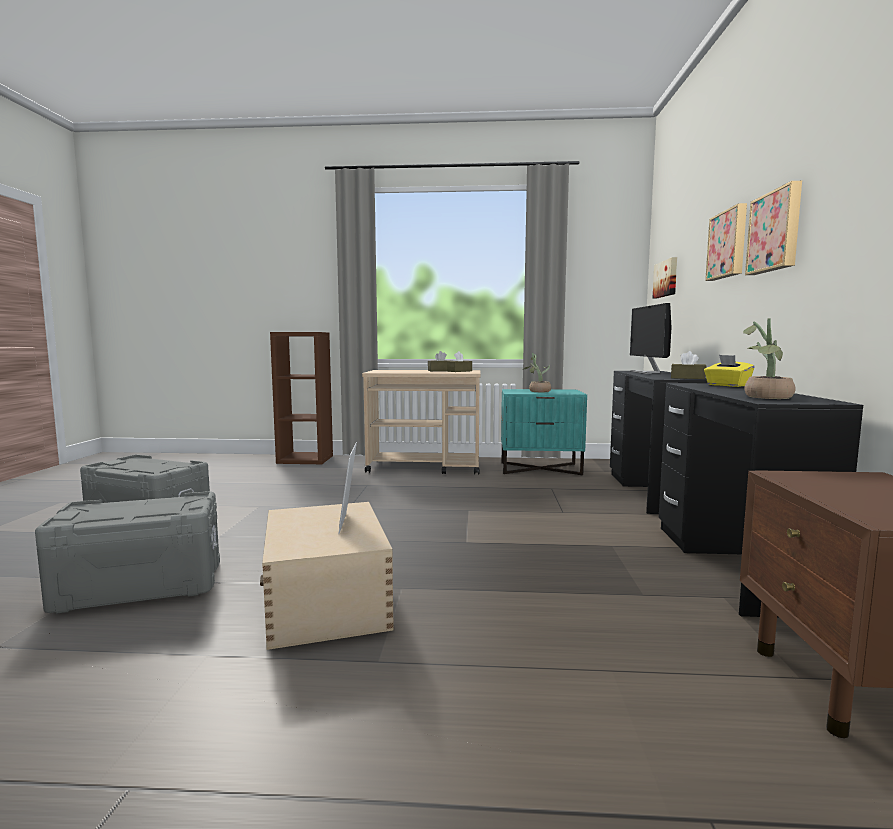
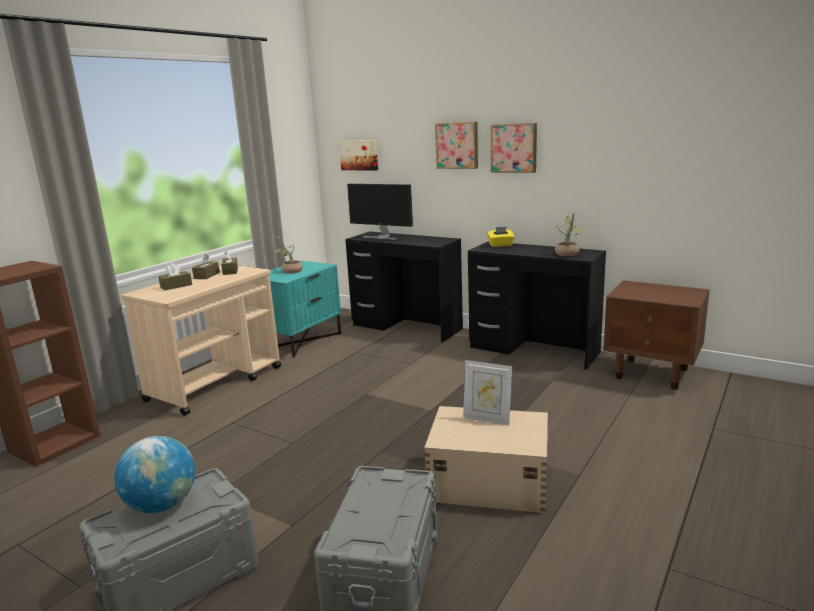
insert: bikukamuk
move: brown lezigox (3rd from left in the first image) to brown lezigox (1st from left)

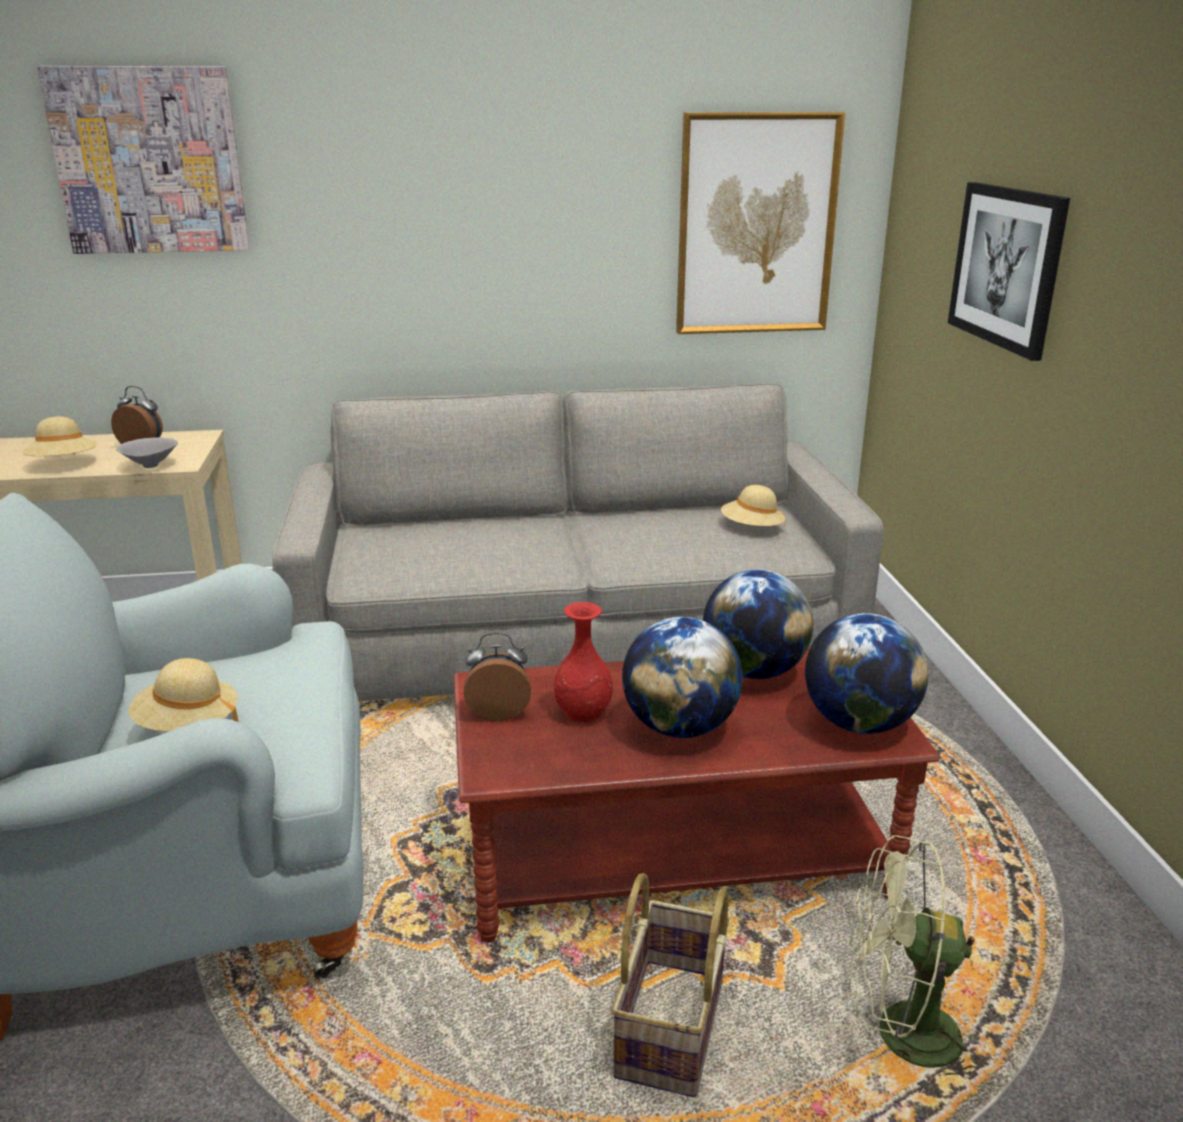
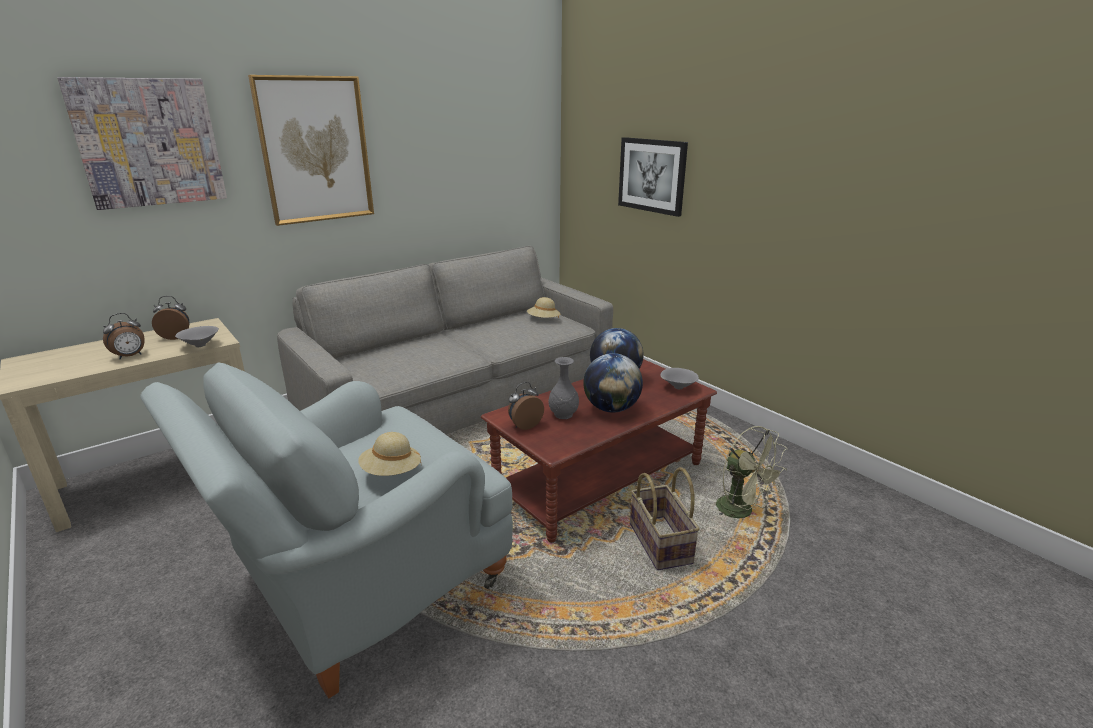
move: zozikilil (2nd from left)
replace: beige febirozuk (1st from left) to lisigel (1st from left); bikukamuk (3rd from left) to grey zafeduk (2nd from left)
recolor: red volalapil to grey volalapil
rotate: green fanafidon 105 degrees counterclockwise

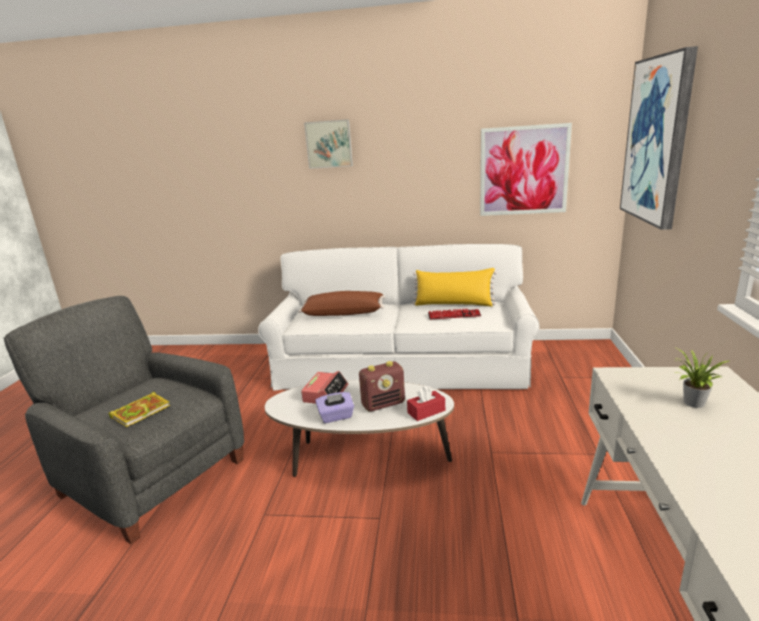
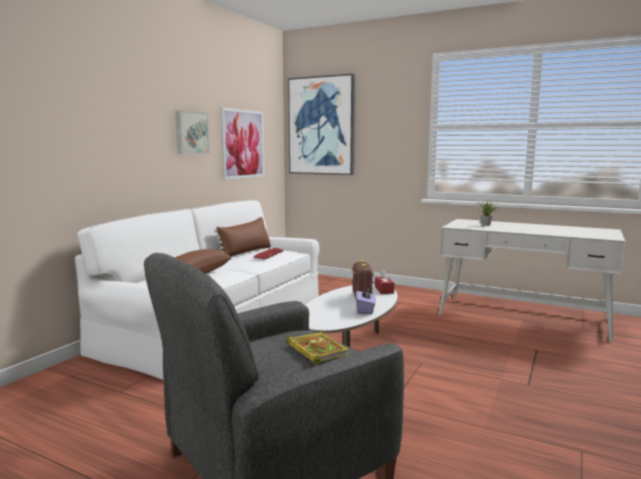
delete: lisigel
move: zozikilil (1st from left)
recolor: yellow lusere to brown lusere (2nd from left)

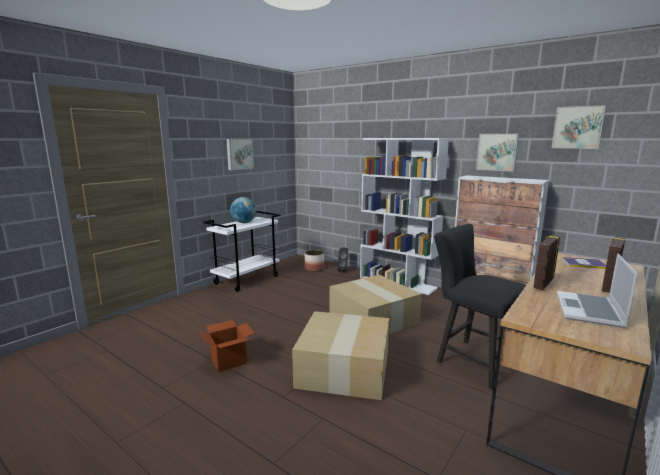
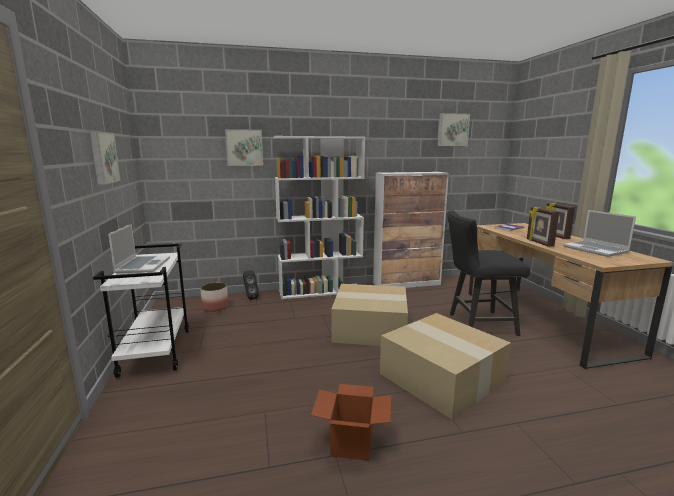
move: zozikilil (2nd from left)
replace: bikukamuk to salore (1st from left)

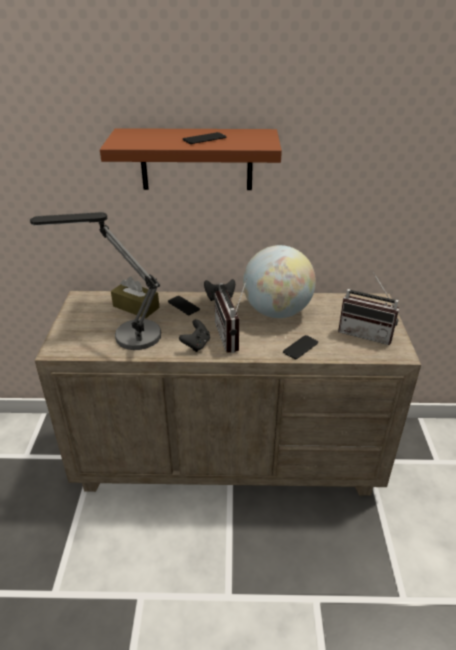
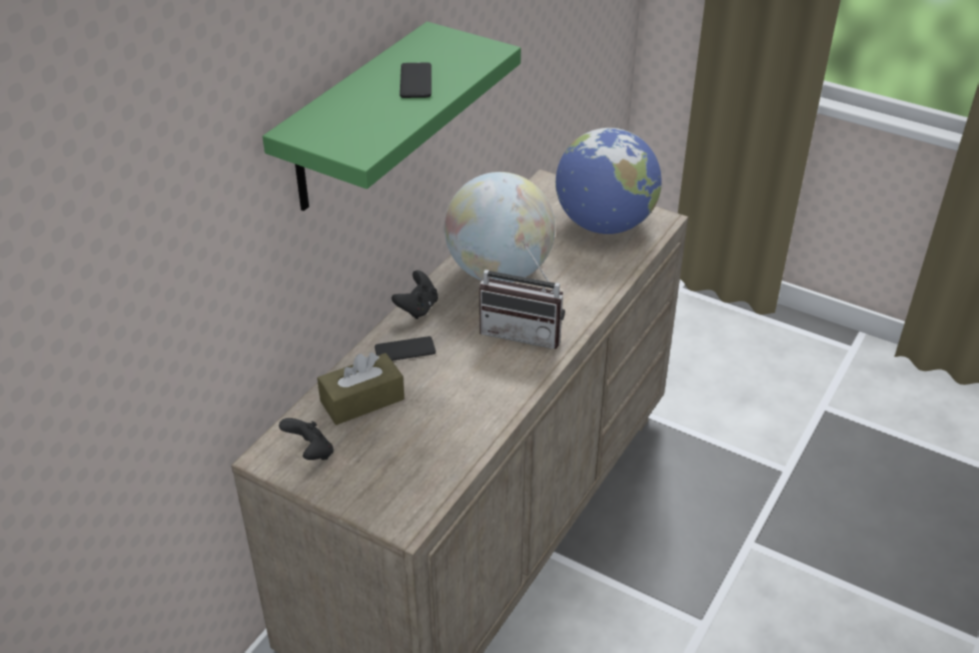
delete: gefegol; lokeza (3rd from left)
move: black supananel (1st from left)
replace: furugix (2nd from left) to bikukamuk (2nd from left)
recolor: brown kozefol to green kozefol

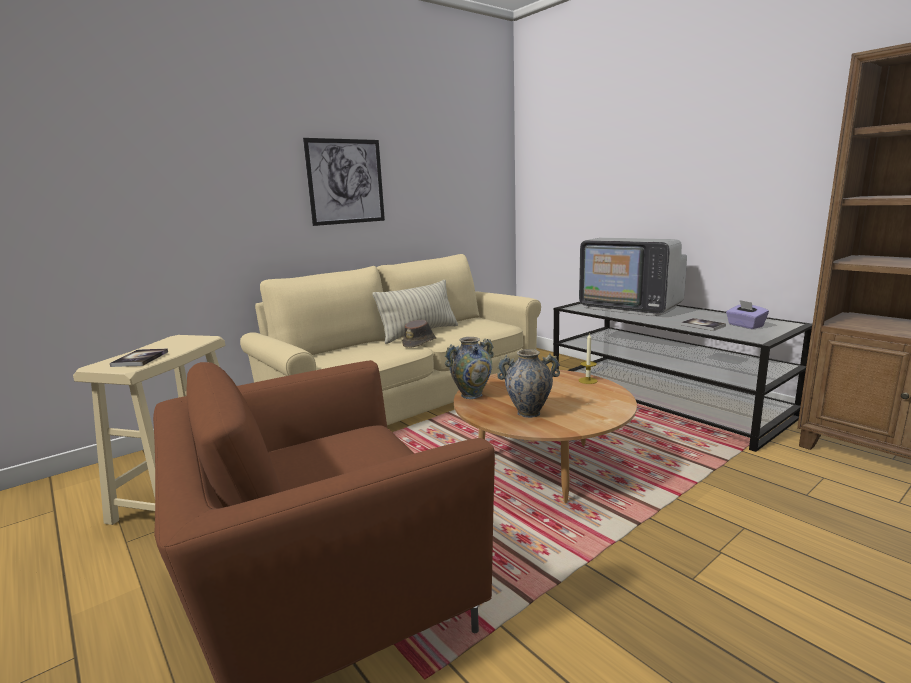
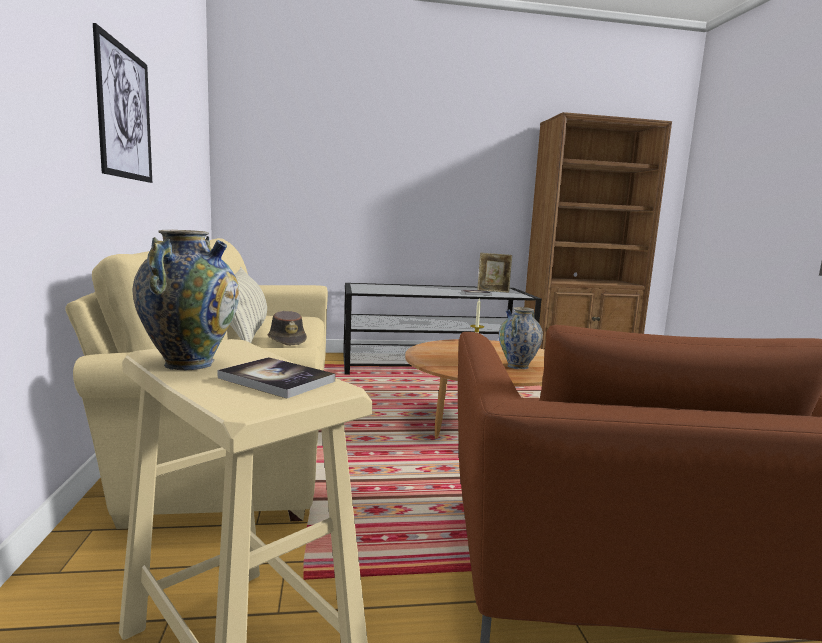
delete: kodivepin
move: volalapil (1st from left)
replace: purple lezigox to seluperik

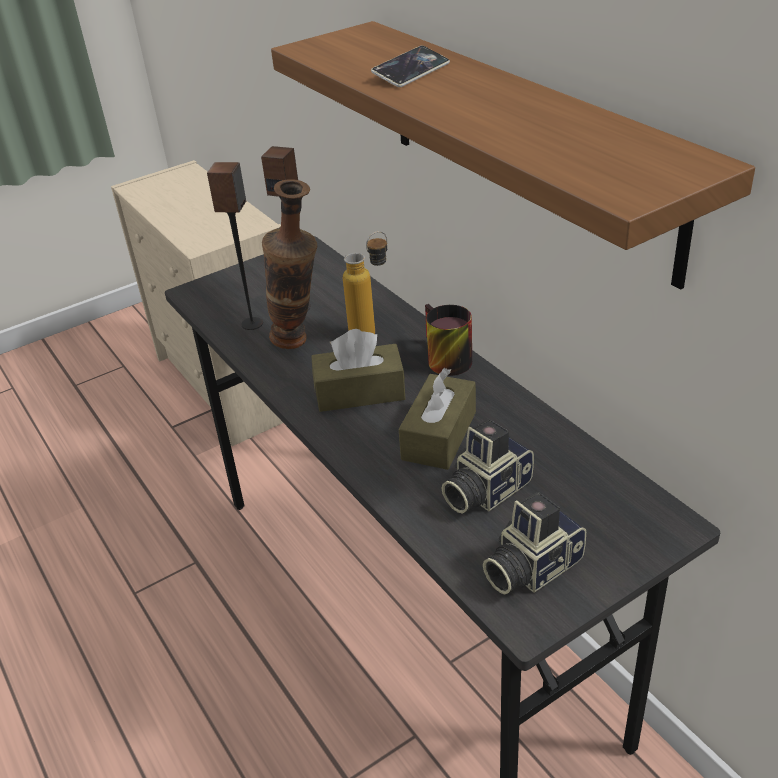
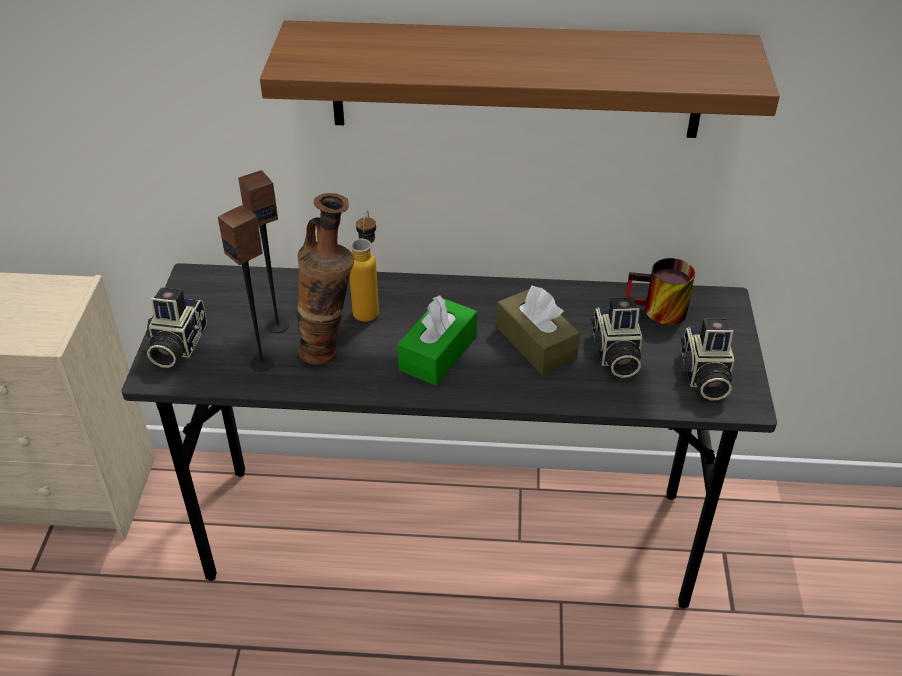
delete: lokeza
insert: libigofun (1st from left)
move: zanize
recolor: brown lezigox (1st from left) to green lezigox

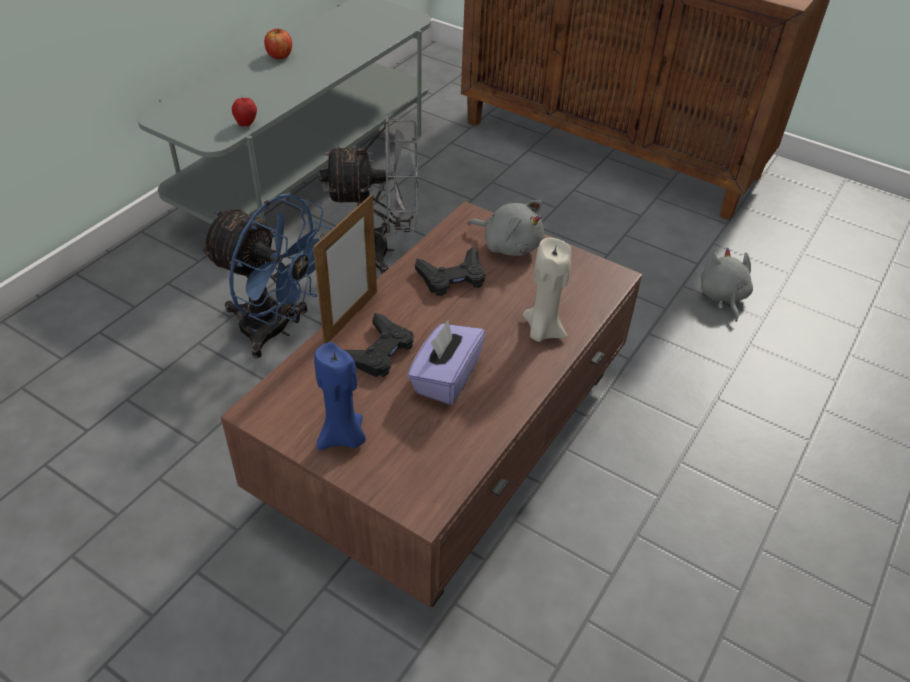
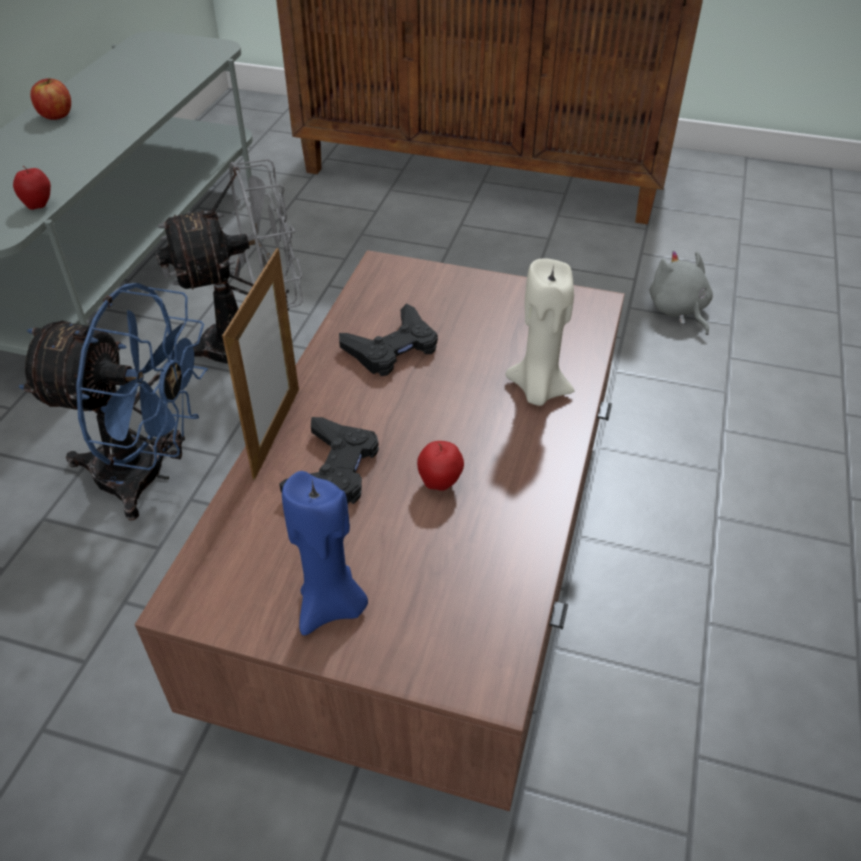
delete: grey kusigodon (1st from left)
replace: purple lezigox to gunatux (3rd from left)

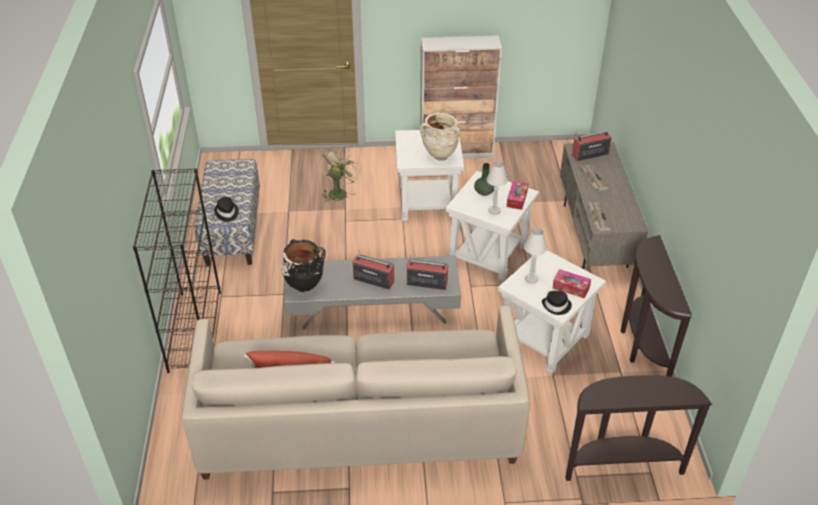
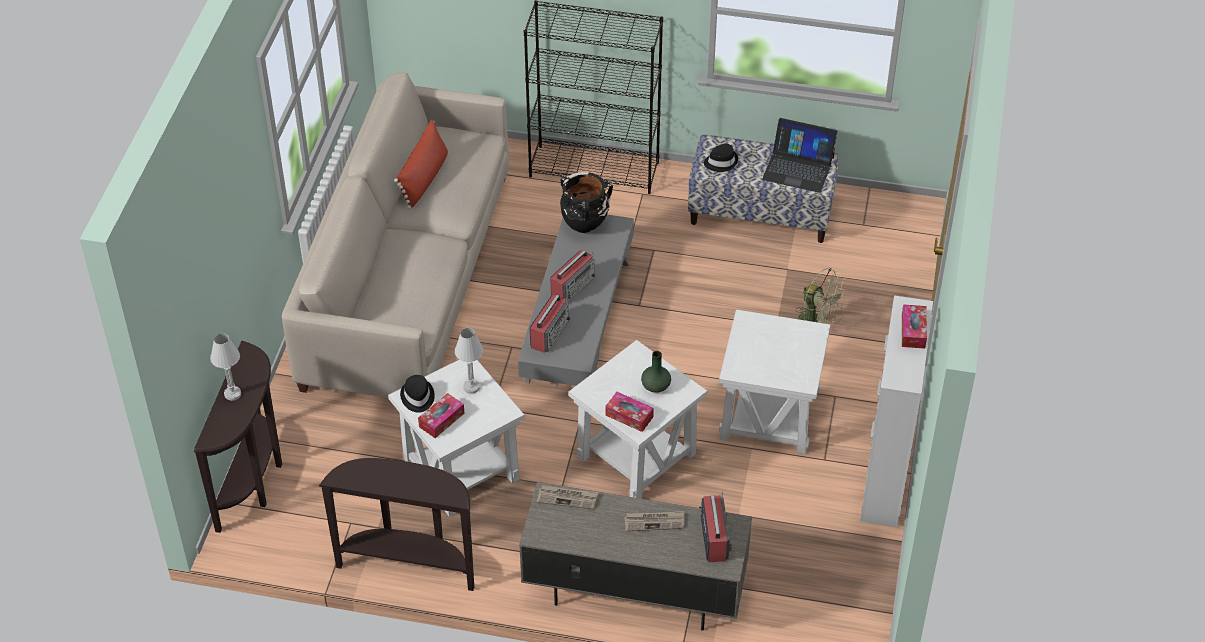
delete: beige volalapil
insert: salore; lezigox (3rd from left)
move: white gefegol (1st from left)

